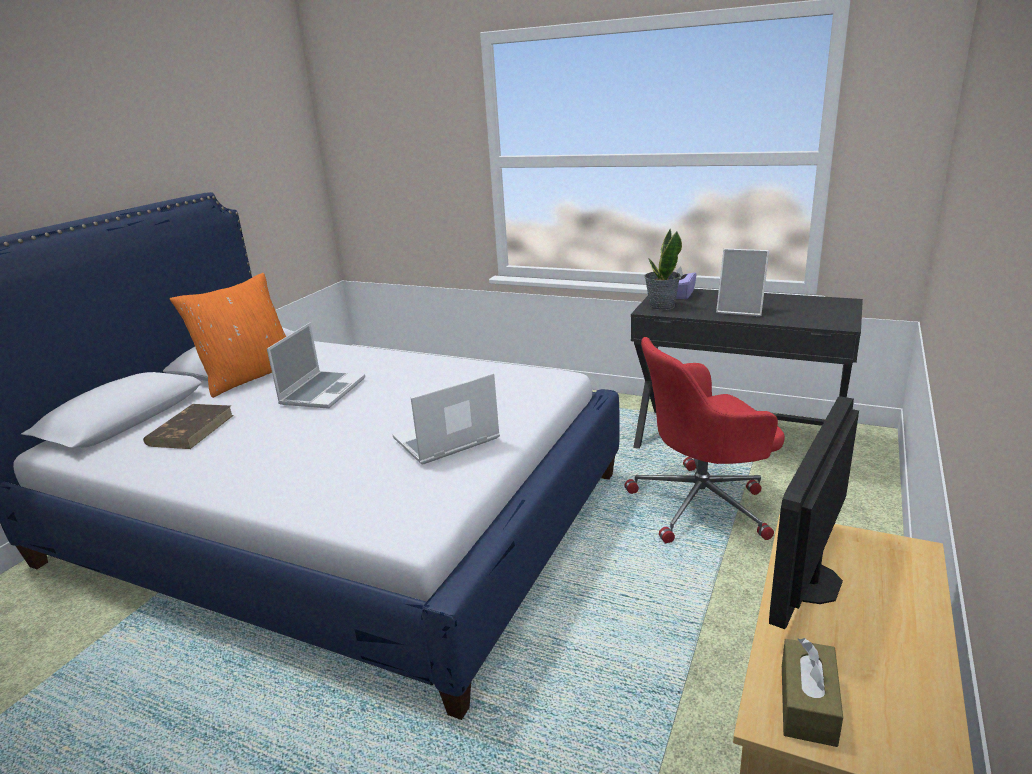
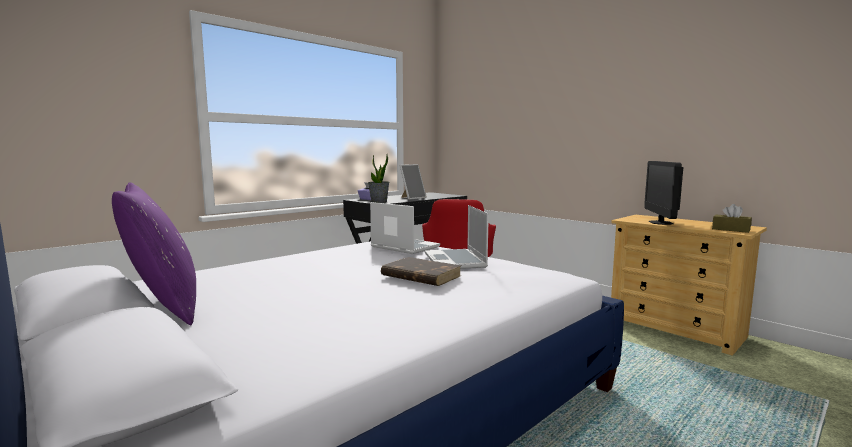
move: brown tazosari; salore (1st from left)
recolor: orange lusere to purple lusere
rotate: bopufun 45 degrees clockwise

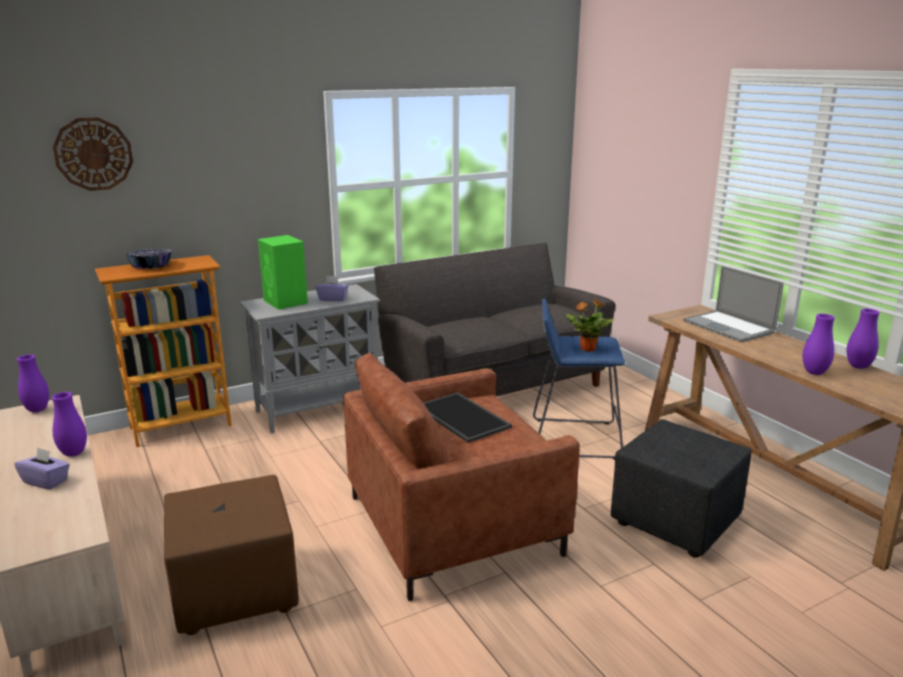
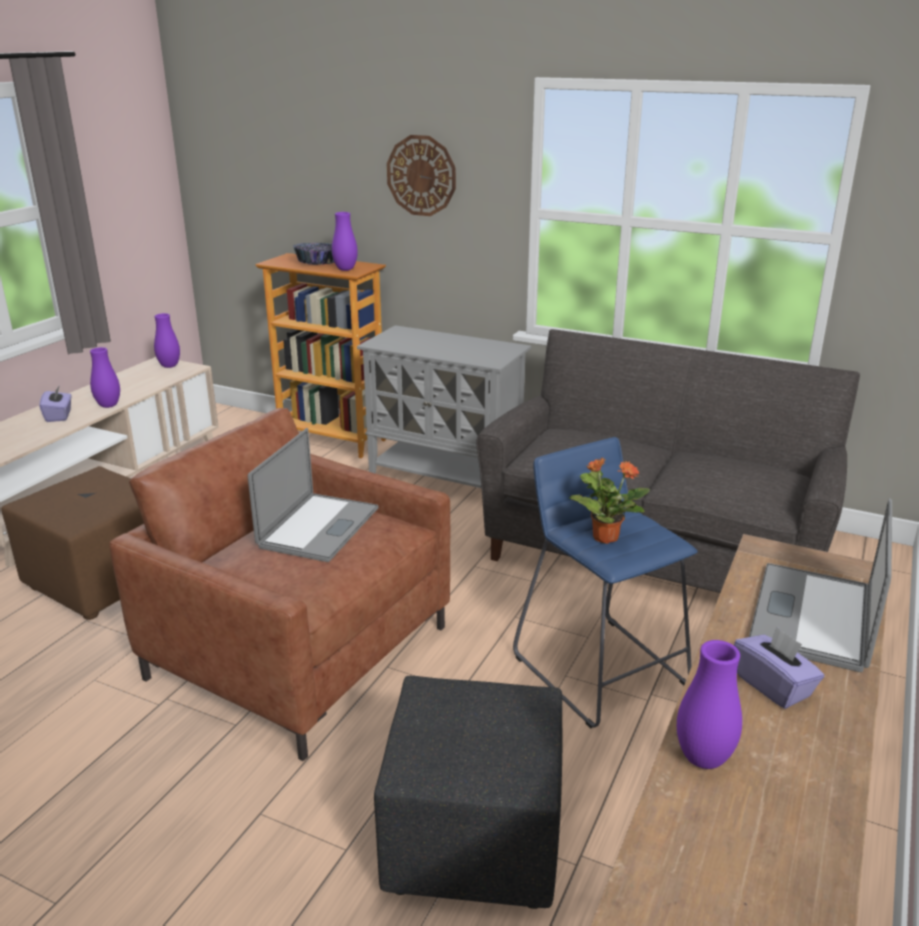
delete: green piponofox
move: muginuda; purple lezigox (2nd from left); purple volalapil (4th from left in the first image) to purple volalapil (3rd from left)
replace: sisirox to salore (1st from left)

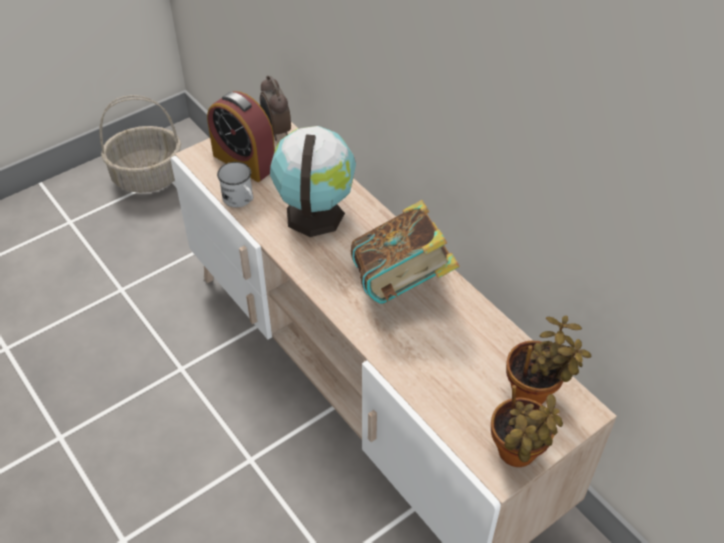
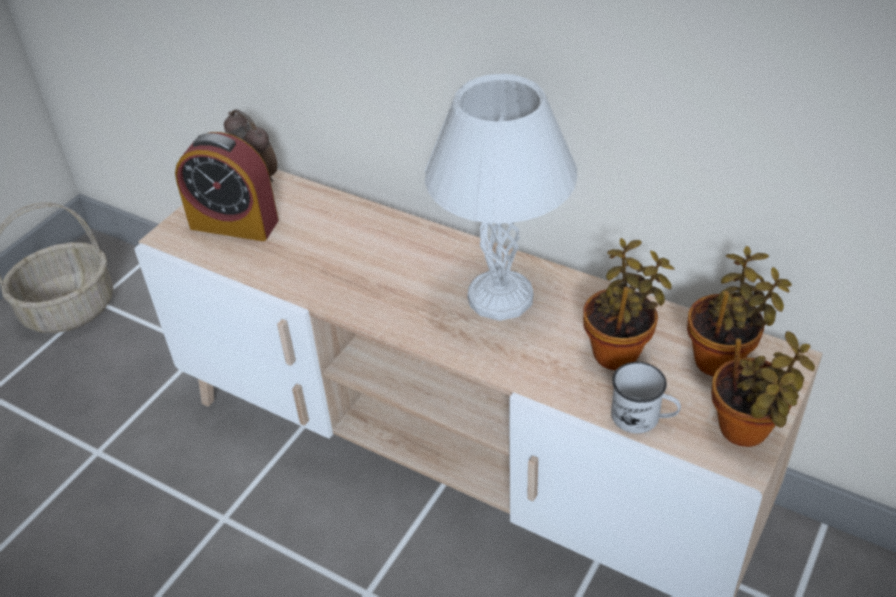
delete: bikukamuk
insert: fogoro (1st from left)
move: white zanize
replace: tazosari to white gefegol

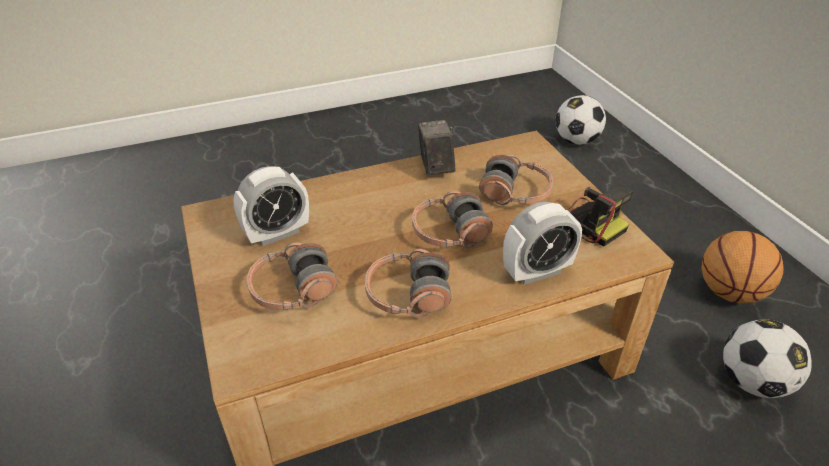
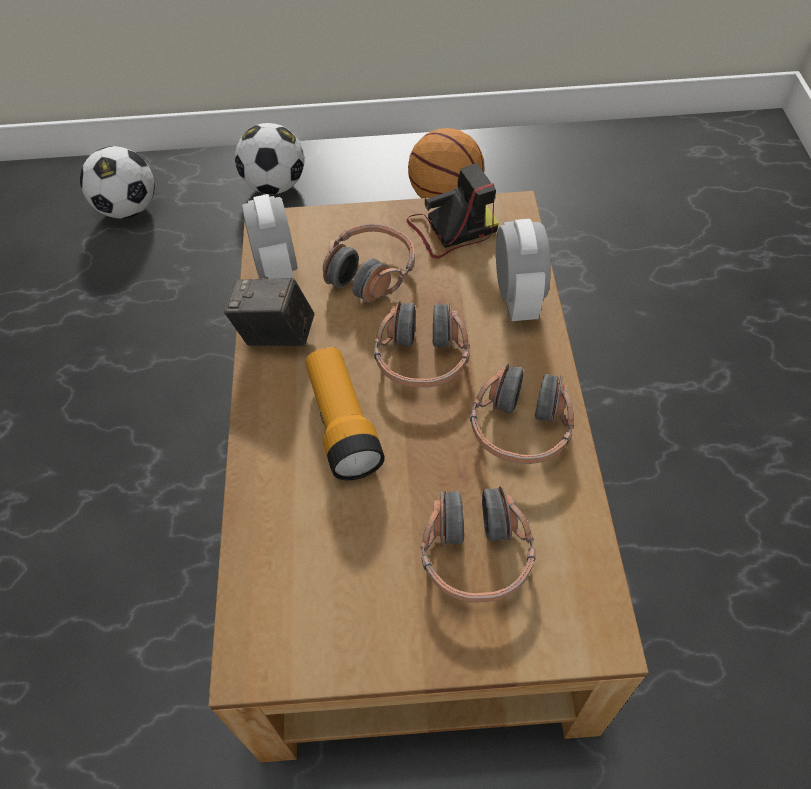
insert: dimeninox
move: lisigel (1st from left); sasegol (2nd from left)

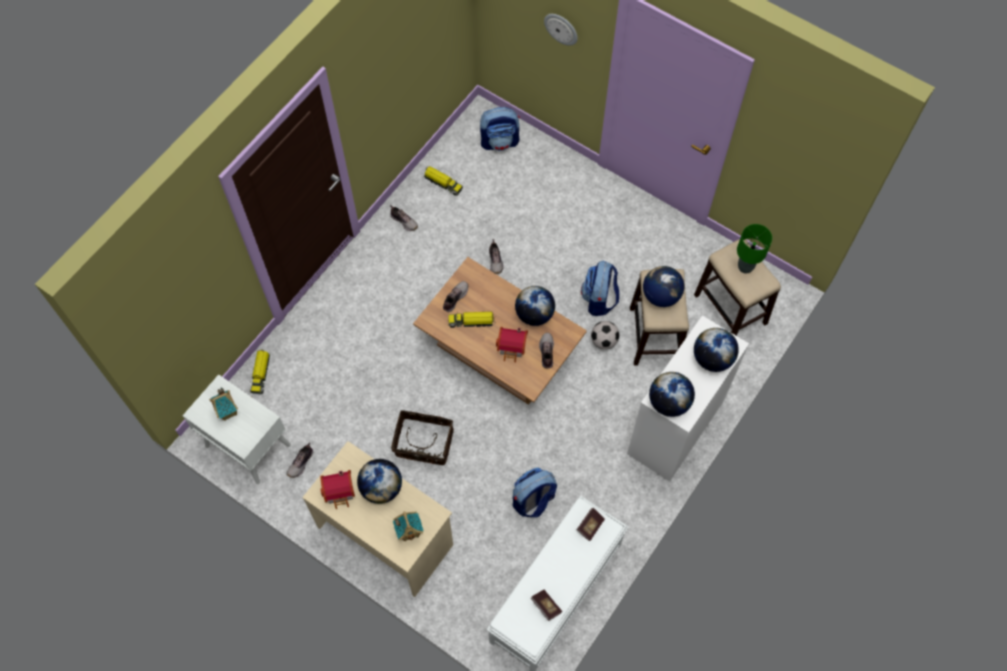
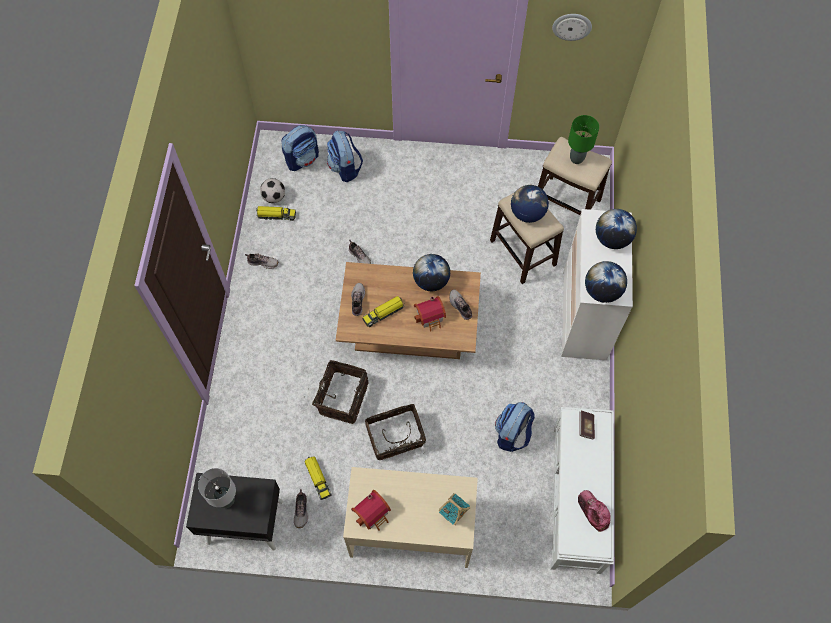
delete: bikukamuk (1st from left)
insert: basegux (1st from left)
move: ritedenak (1st from left in the first image) to ritedenak (2nd from left); muginuda; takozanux (3rd from left in the first image) to takozanux (2nd from left); sasegol
replace: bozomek (1st from left) to grey gefegol; tazosari (1st from left) to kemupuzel
recolor: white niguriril to black niguriril

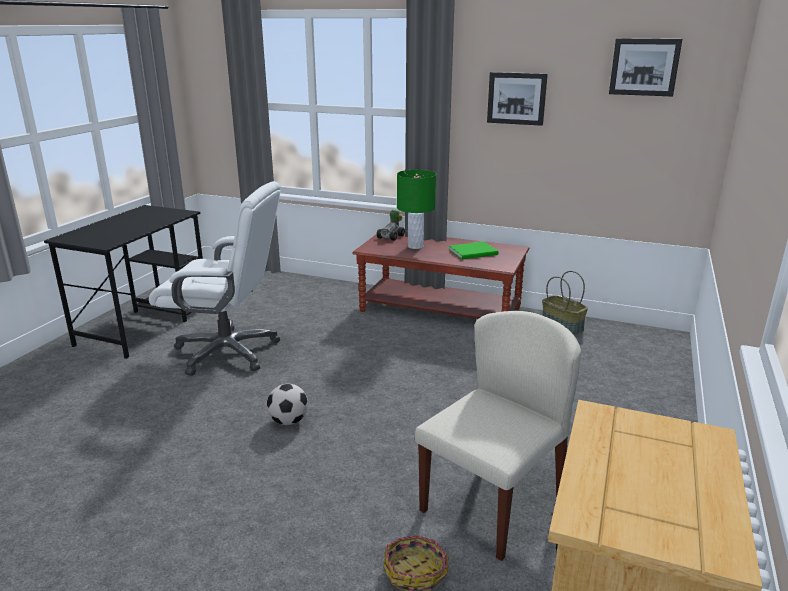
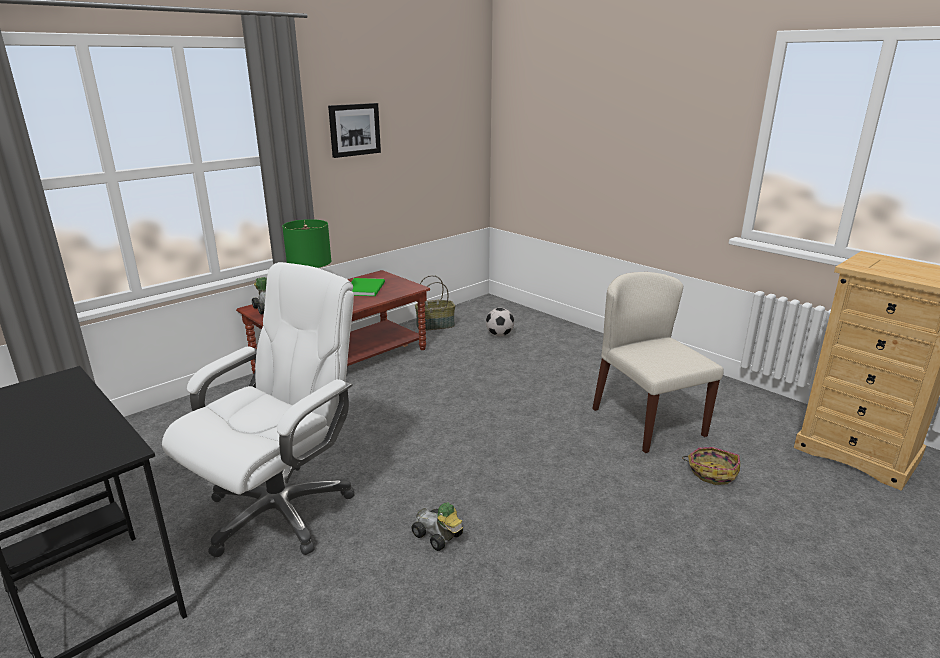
delete: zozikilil (2nd from left)
insert: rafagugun (2nd from left)
move: sasegol

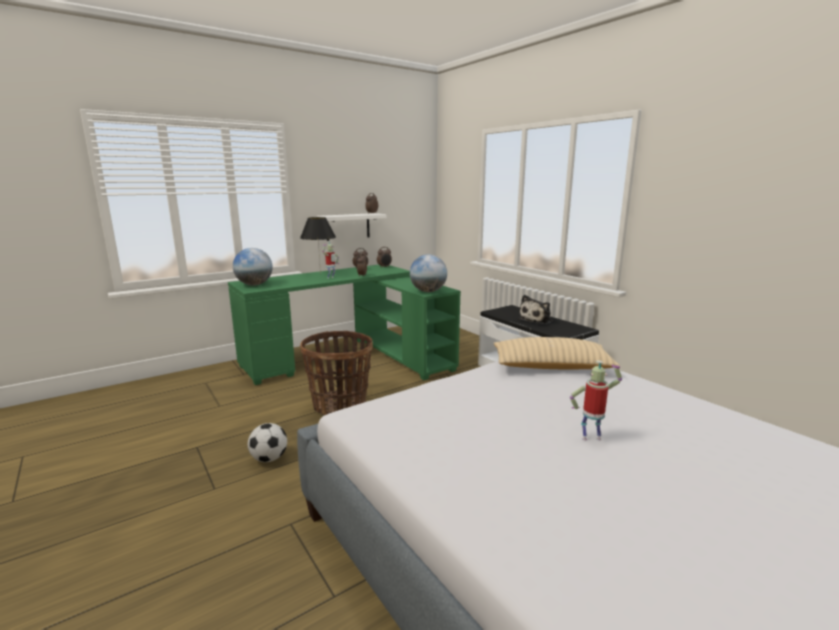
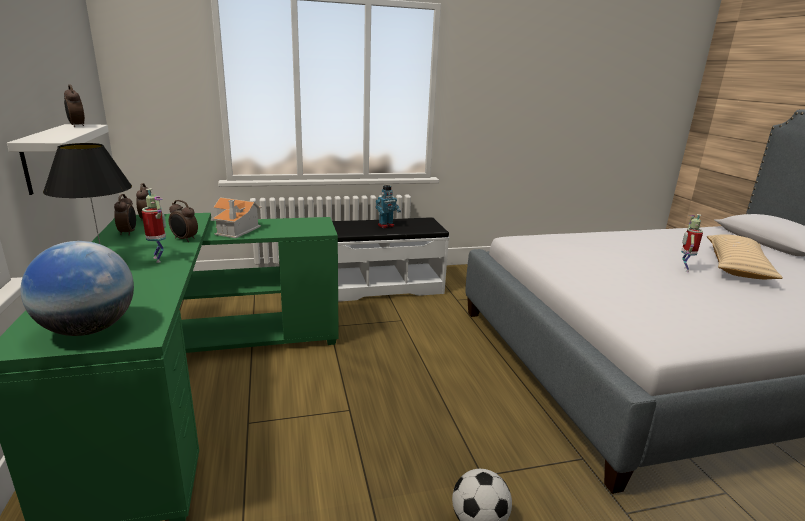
delete: basegux; bikukamuk (2nd from left)
insert: bozomek
move: beige lusere
replace: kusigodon to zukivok (2nd from left)

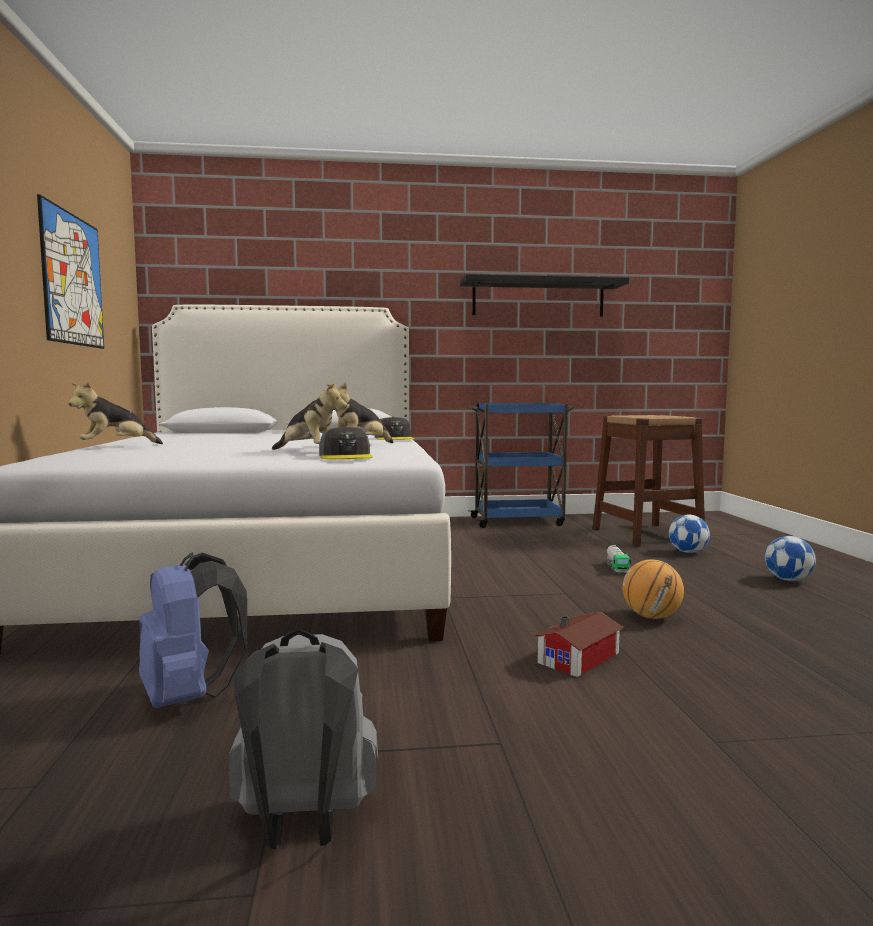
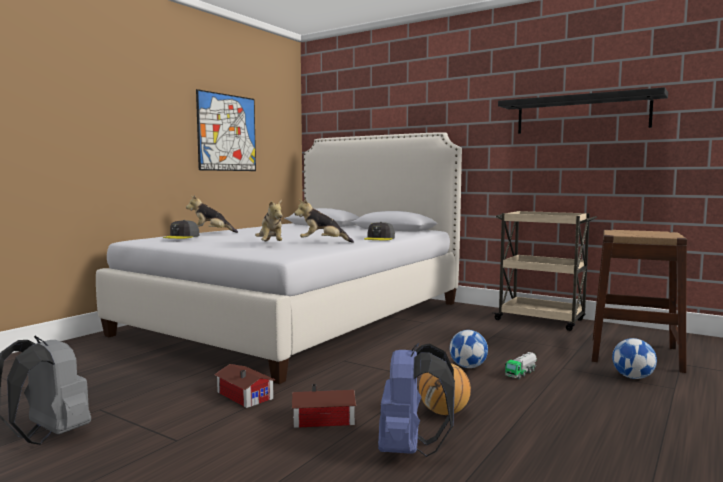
insert: bozomek (1st from left)
move: blue takozanux; grey kemupuzel (1st from left); sasegol (2nd from left in the first image) to sasegol (1st from left)
recolor: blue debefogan to beige debefogan

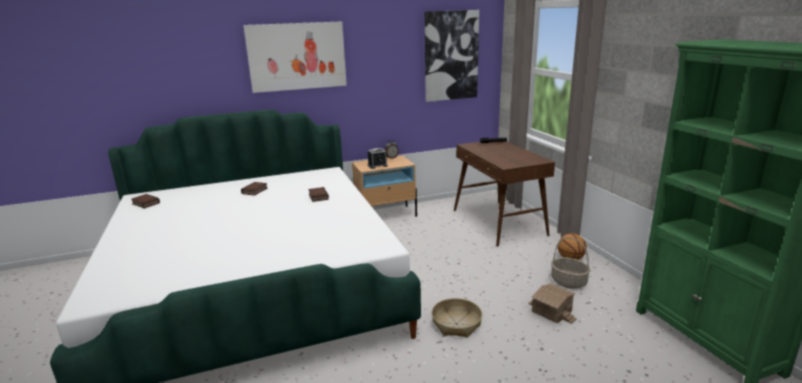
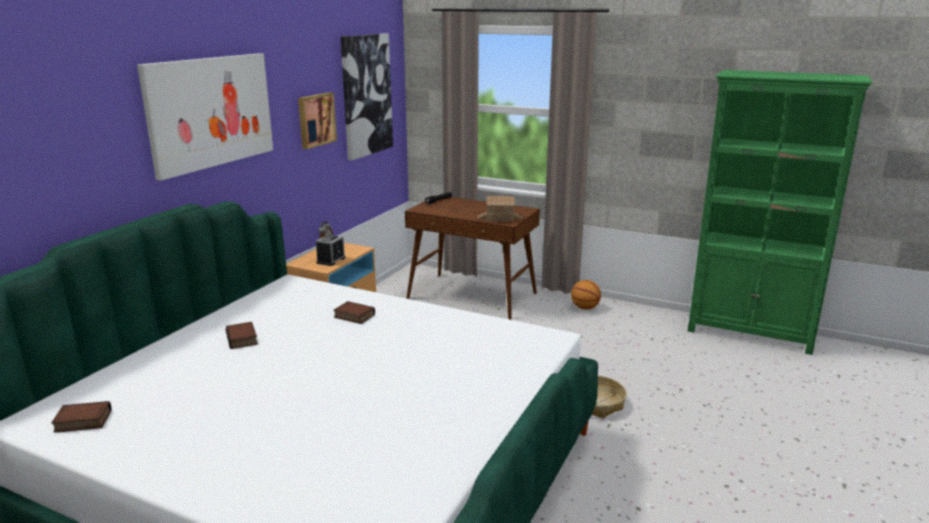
delete: basegux (2nd from left)
insert: zozikilil (2nd from left)
move: bozomek

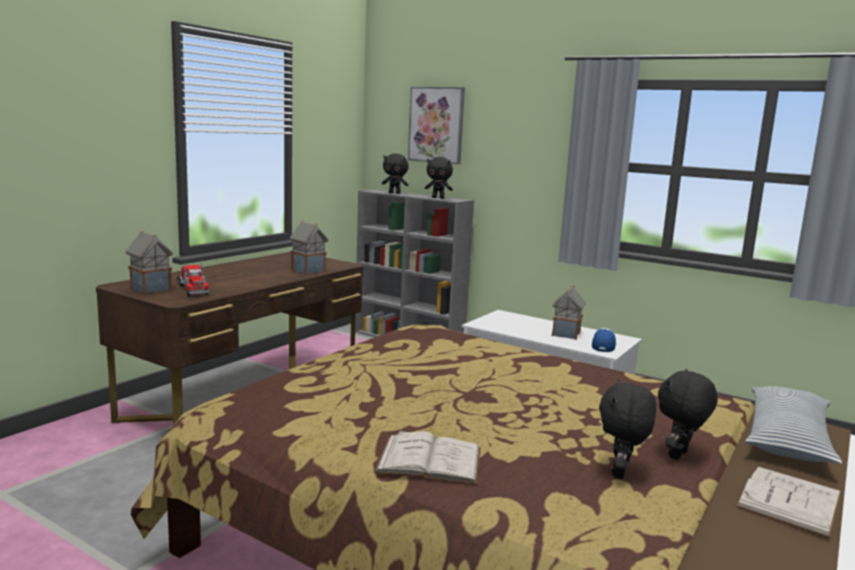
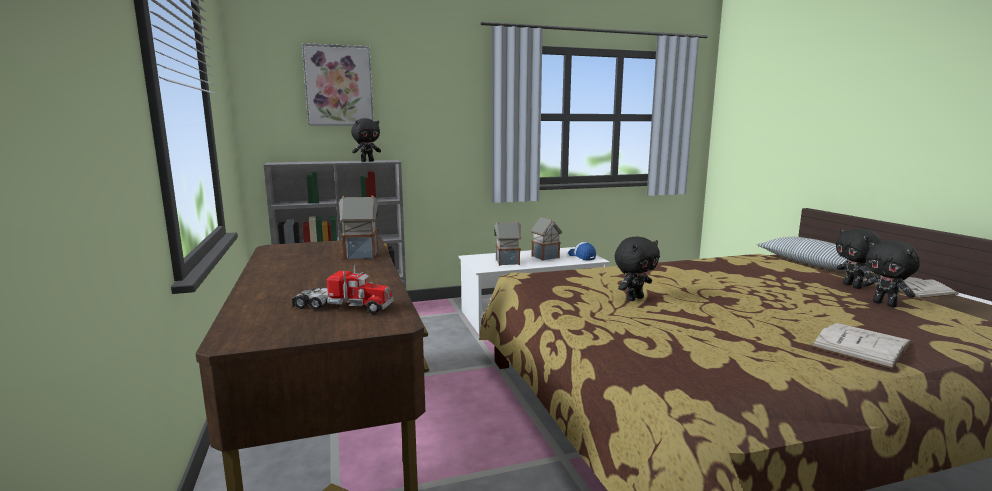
move: bozomek (1st from left in the first image) to bozomek (2nd from left); black kusigodon (1st from left in the first image) to black kusigodon (2nd from left)

